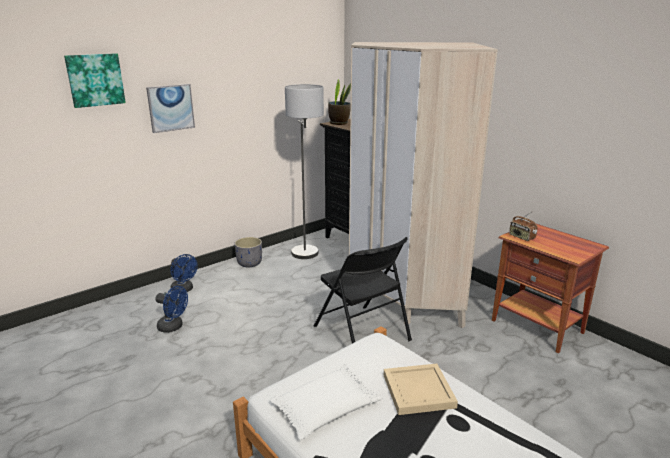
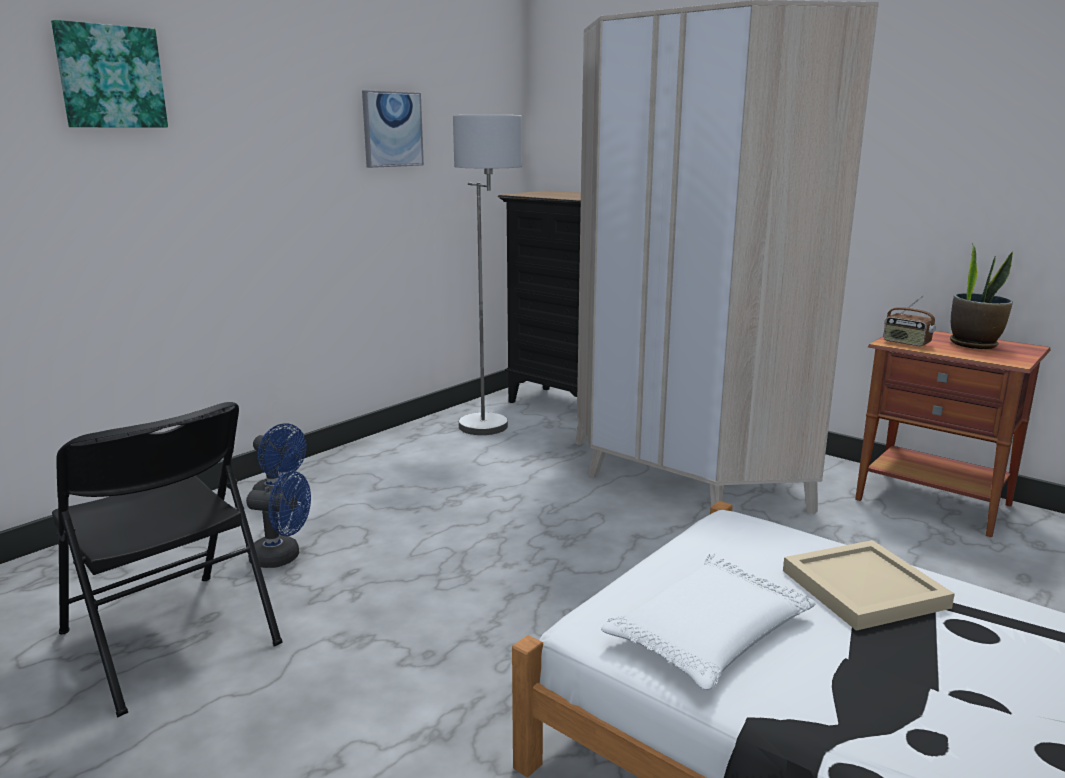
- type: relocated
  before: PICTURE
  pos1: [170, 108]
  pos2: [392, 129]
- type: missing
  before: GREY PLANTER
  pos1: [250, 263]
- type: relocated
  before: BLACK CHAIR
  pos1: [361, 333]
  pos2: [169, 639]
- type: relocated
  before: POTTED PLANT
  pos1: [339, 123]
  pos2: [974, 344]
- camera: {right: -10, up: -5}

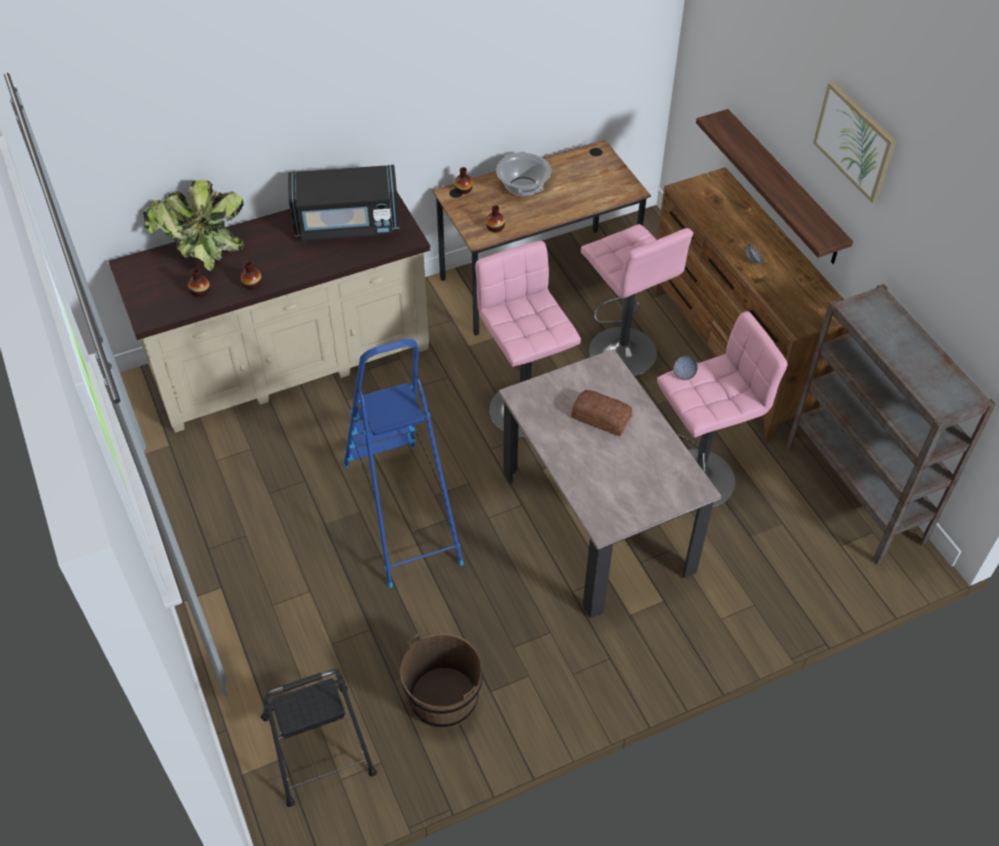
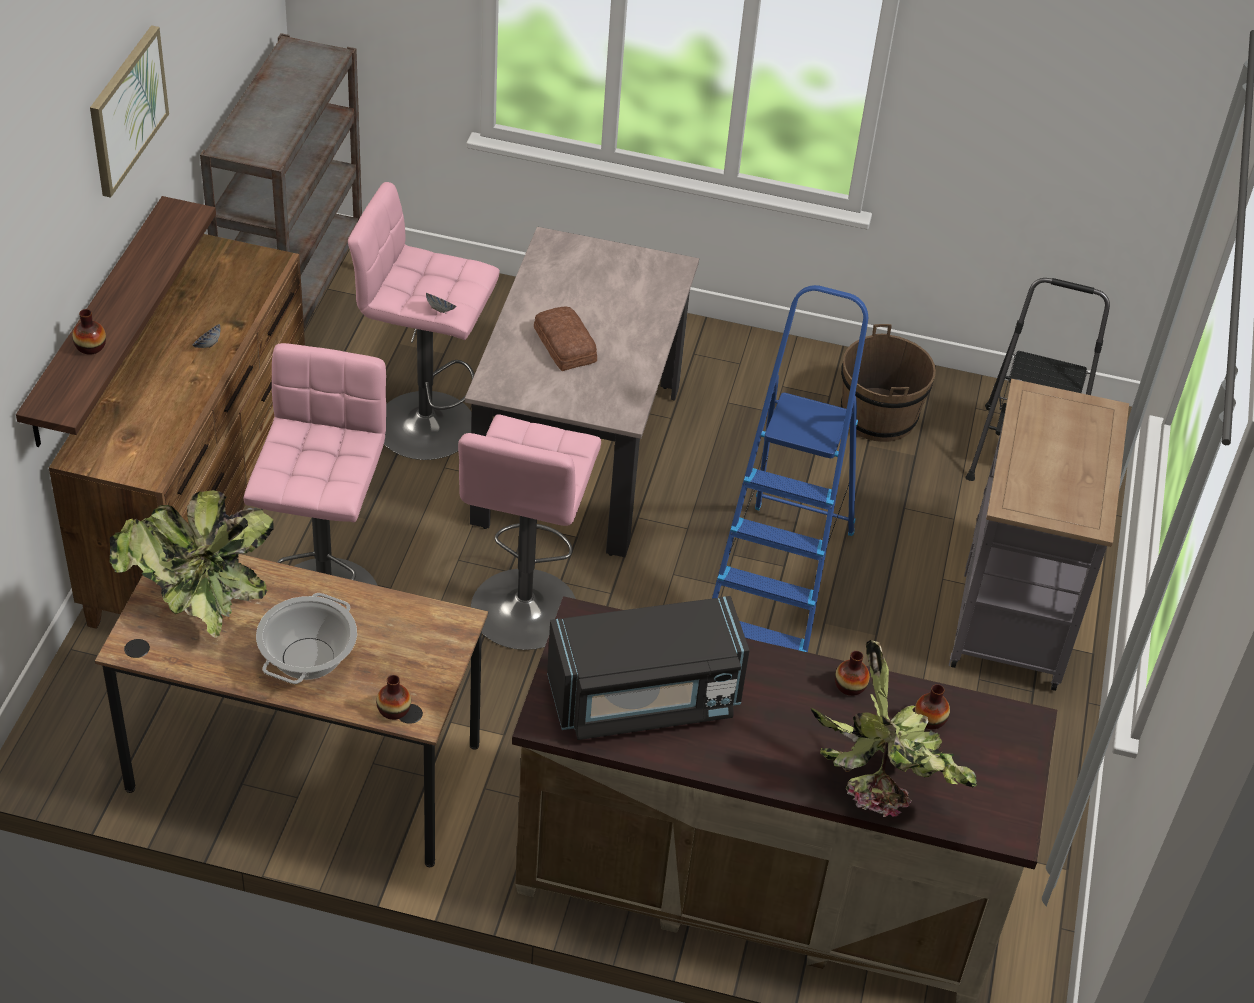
- type: spun
  before: BLACK MICROWAVE
  pos1: [347, 224]
  pos2: [644, 698]
  turn: 135
- type: relocated
  before: VASE
  pos1: [495, 228]
  pos2: [90, 347]
- type: appeared
  after: POTTED PLANT
  pos2: [198, 599]
- type: appeared
  after: GREY CART
  pos2: [1013, 609]
- camera: {right: -145, up: -5}

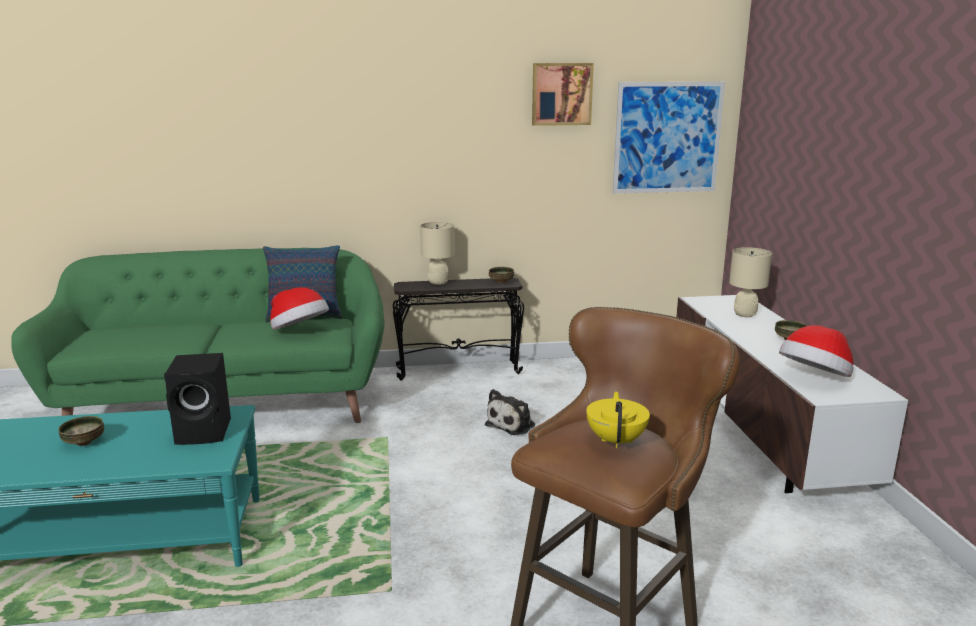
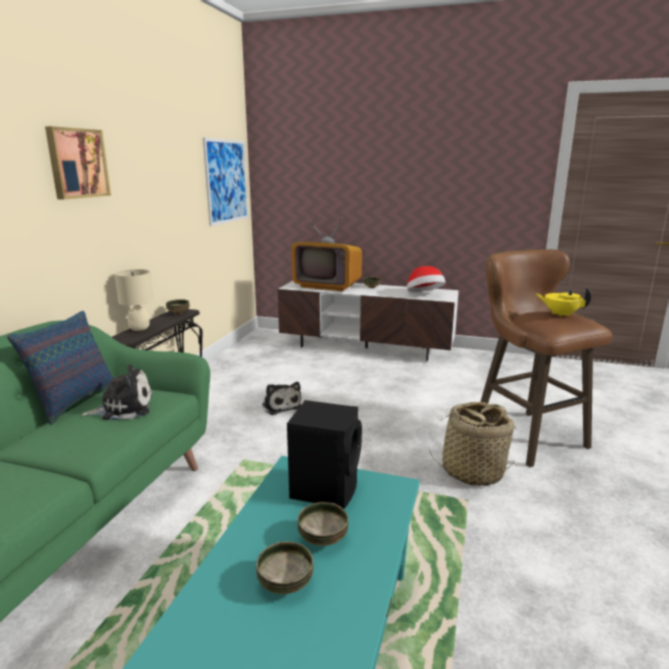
- type: exchanged
  before: HAT
  after: PLUSH TOY
  pos1: [299, 331]
  pos2: [124, 408]
- type: relocated
  before: PICTURE
  pos1: [561, 94]
  pos2: [77, 163]
- type: exchanged
  before: BEIGE TABLE LAMP
  after: TELEVISION
  pos1: [746, 315]
  pos2: [327, 285]
- type: appeared
  after: BOWL
  pos2: [323, 538]
- type: appeared
  after: BASKET
  pos2: [472, 471]
- camera: {right: -65, up: 0}

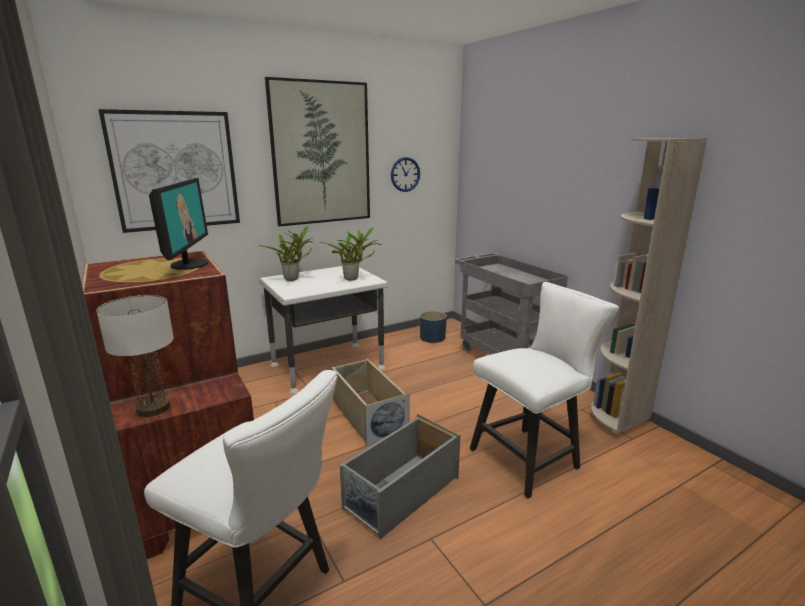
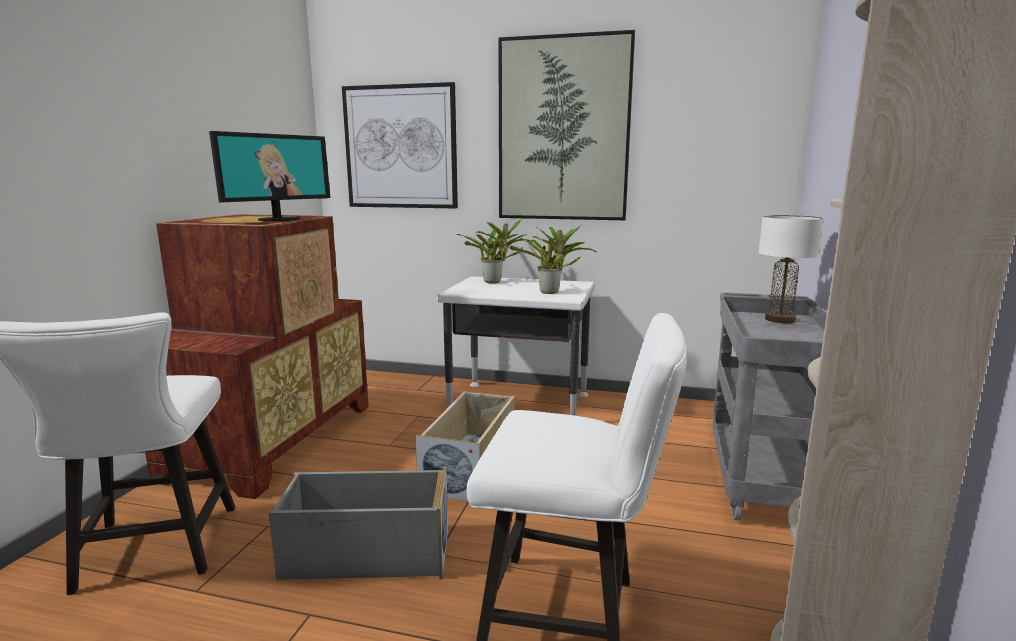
- type: relocated
  before: TABLE LAMP
  pos1: [153, 408]
  pos2: [779, 319]
- type: missing
  before: WALL CLOCK
  pos1: [405, 174]
- type: missing
  before: BLUE PLANTER
  pos1: [432, 337]
- camera: {right: 45, up: -5}

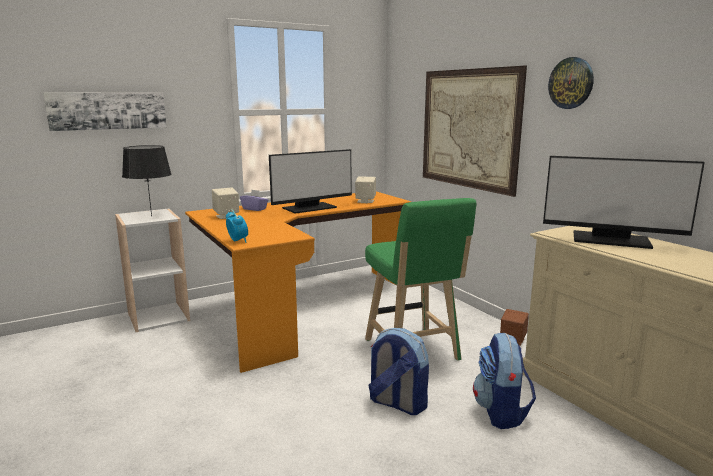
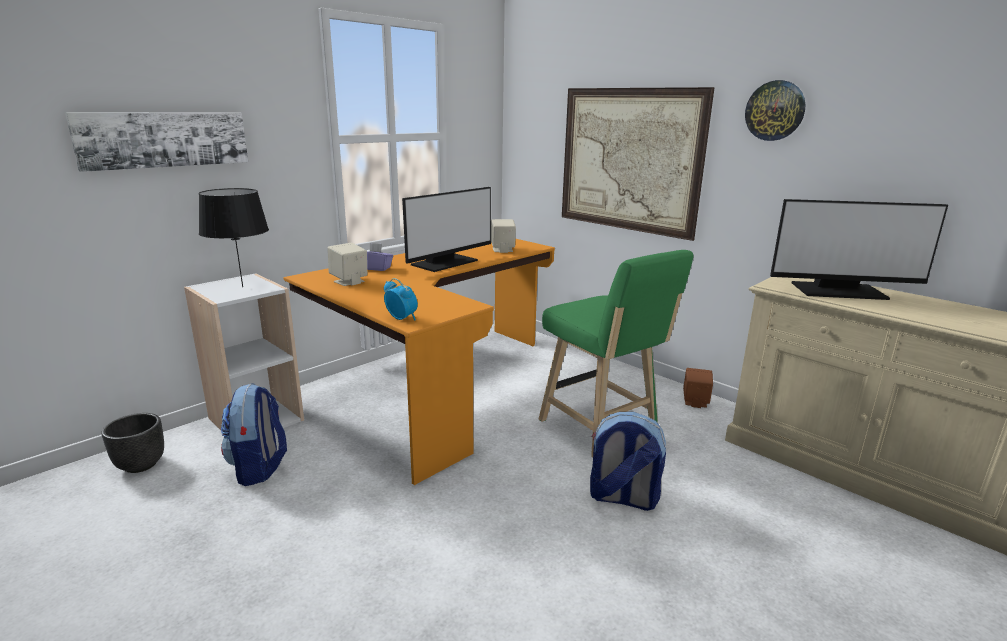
- type: relocated
  before: BACKPACK
  pos1: [501, 412]
  pos2: [259, 468]
- type: appeared
  after: BLACK PLANTER
  pos2: [140, 464]
- camera: {right: -15, up: 5}

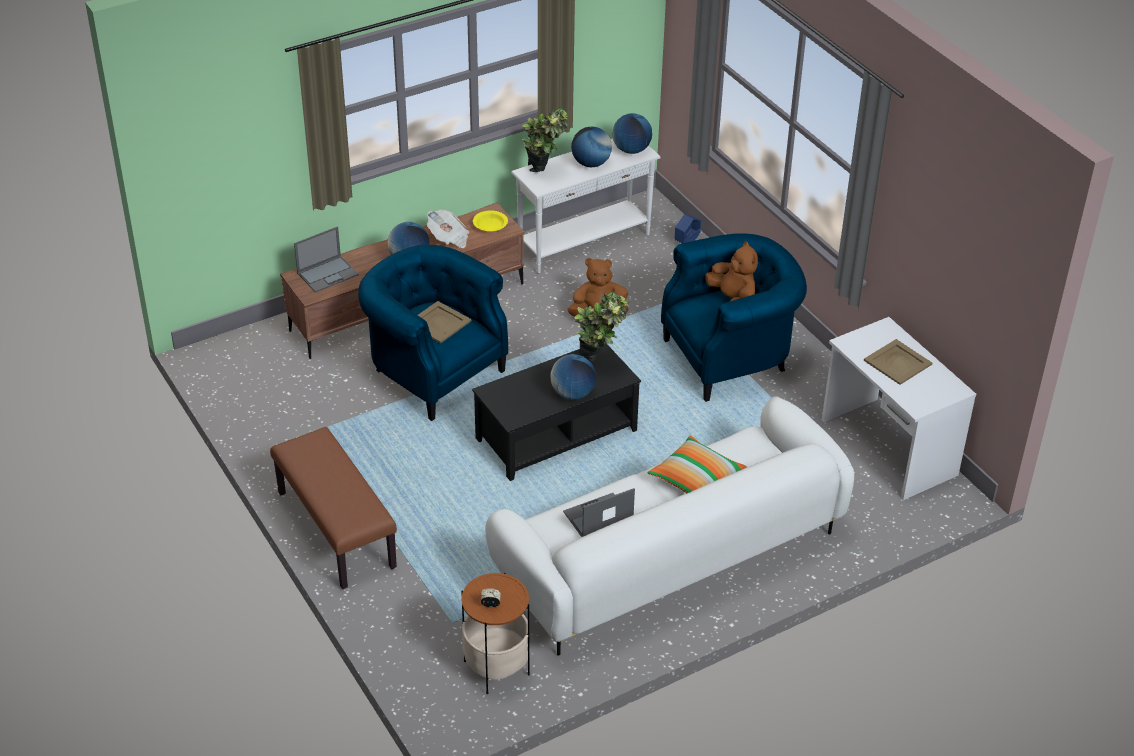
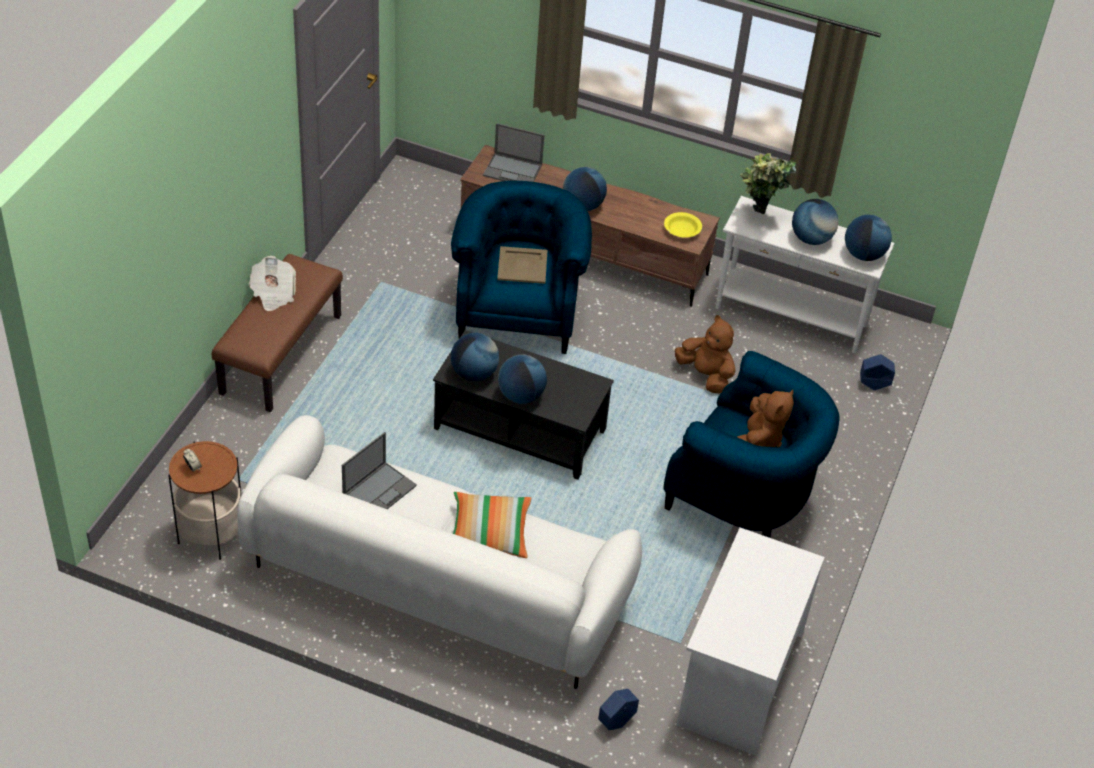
- type: relocated
  before: NEWSPAPER
  pos1: [449, 238]
  pos2: [273, 294]
- type: spun
  before: LAPTOP
  pos1: [597, 517]
  pos2: [380, 490]
  turn: 105
- type: missing
  before: POTTED PLANT
  pos1: [600, 365]
- type: missing
  before: BEIGE TRAY
  pos1: [897, 363]
- type: appeared
  after: GLOBE
  pos2: [474, 374]
- type: appeared
  after: BLUE PLANTER
  pos2: [616, 722]
- camera: {right: 50, up: 5}

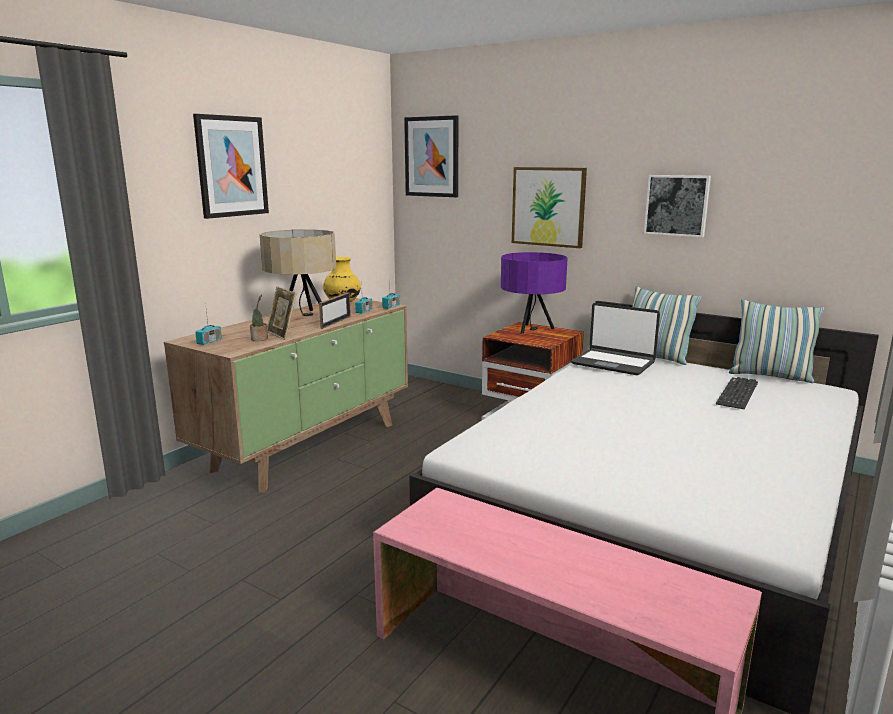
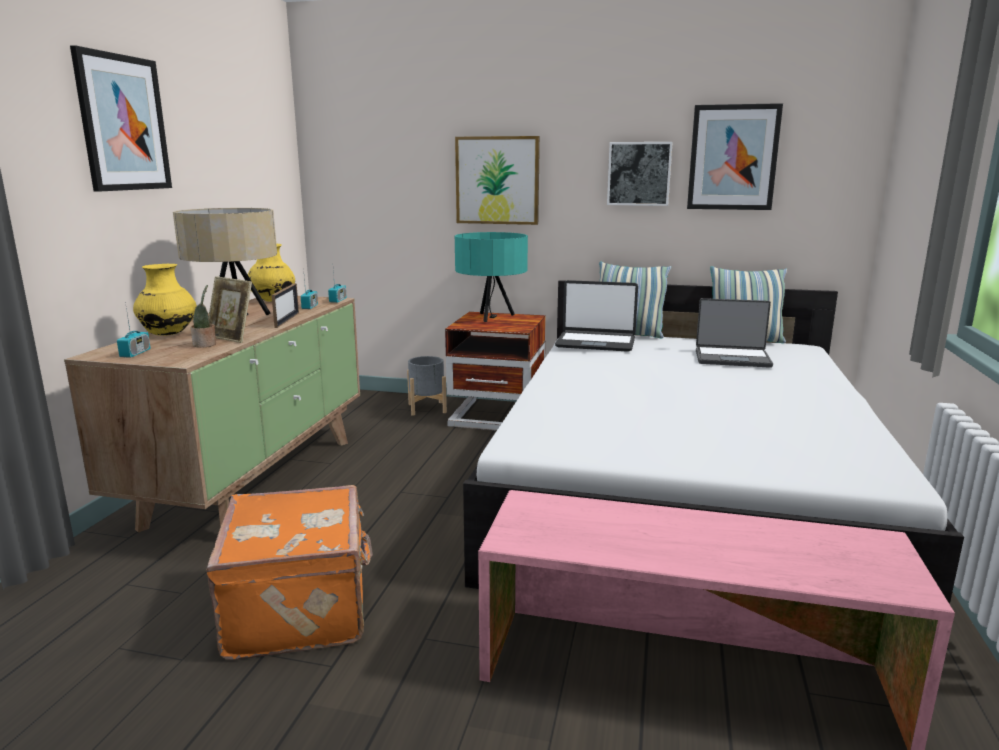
- type: relocated
  before: PICTURE
  pos1: [432, 157]
  pos2: [733, 157]
- type: colour
  before: PURPLE TABLE LAMP
  after: TURQUOISE TABLE LAMP
  pos1: [531, 330]
  pos2: [491, 318]
- type: exchanged
  before: KEYBOARD
  after: LAPTOP
  pos1: [737, 393]
  pos2: [732, 358]
- type: appeared
  after: YELLOW VASE
  pos2: [169, 334]
- type: appeared
  after: ORANGE SUITCASE
  pos2: [301, 608]
- type: appeared
  after: GREY PLANTER
  pos2: [427, 408]
- camera: {right: -20, up: 0}

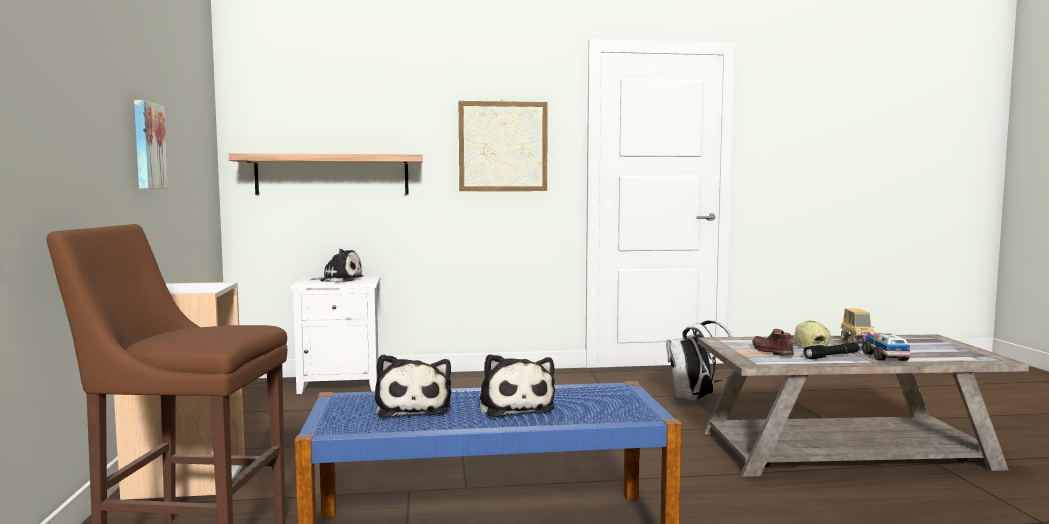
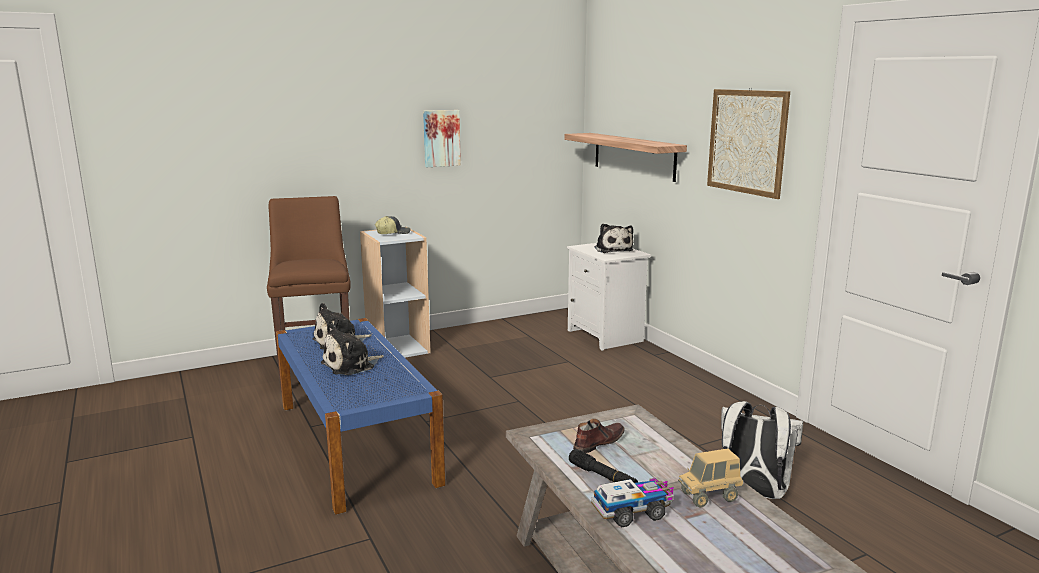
- type: relocated
  before: CAP
  pos1: [808, 344]
  pos2: [393, 233]
- camera: {right: 70, up: 10}

